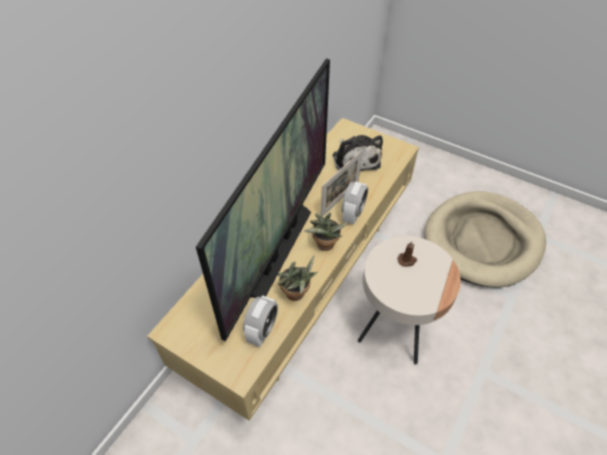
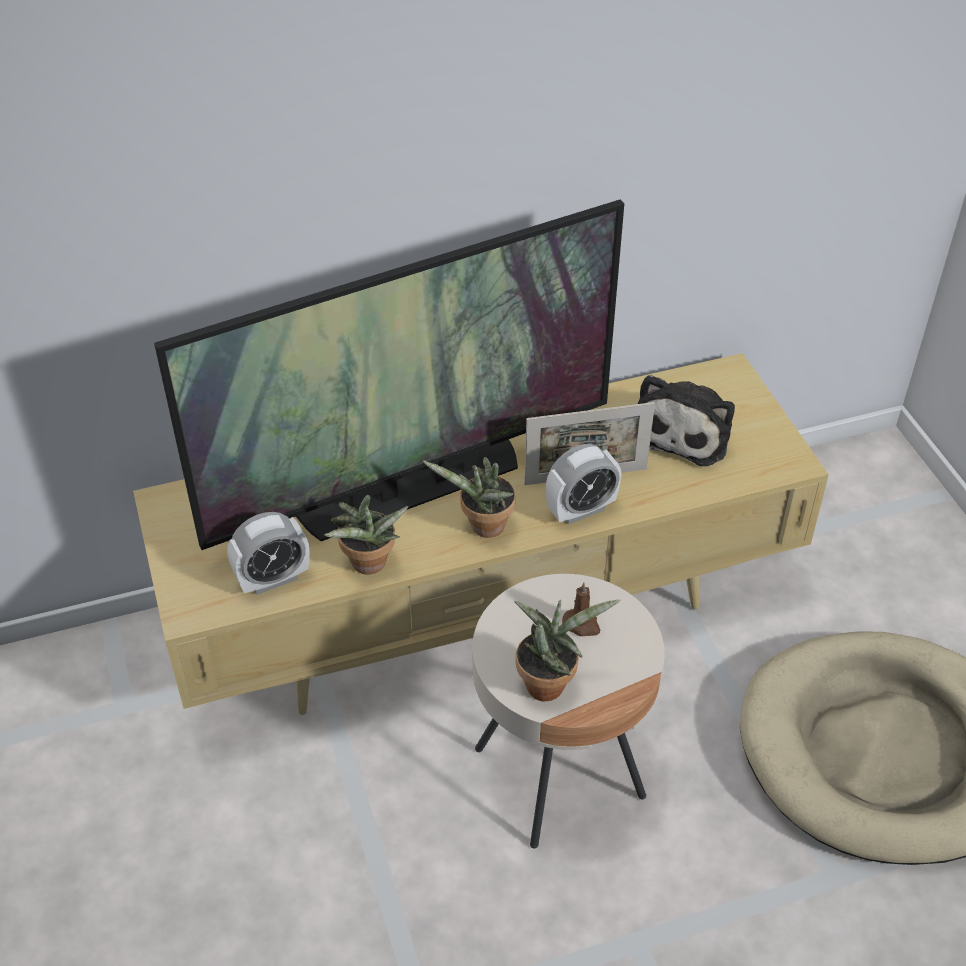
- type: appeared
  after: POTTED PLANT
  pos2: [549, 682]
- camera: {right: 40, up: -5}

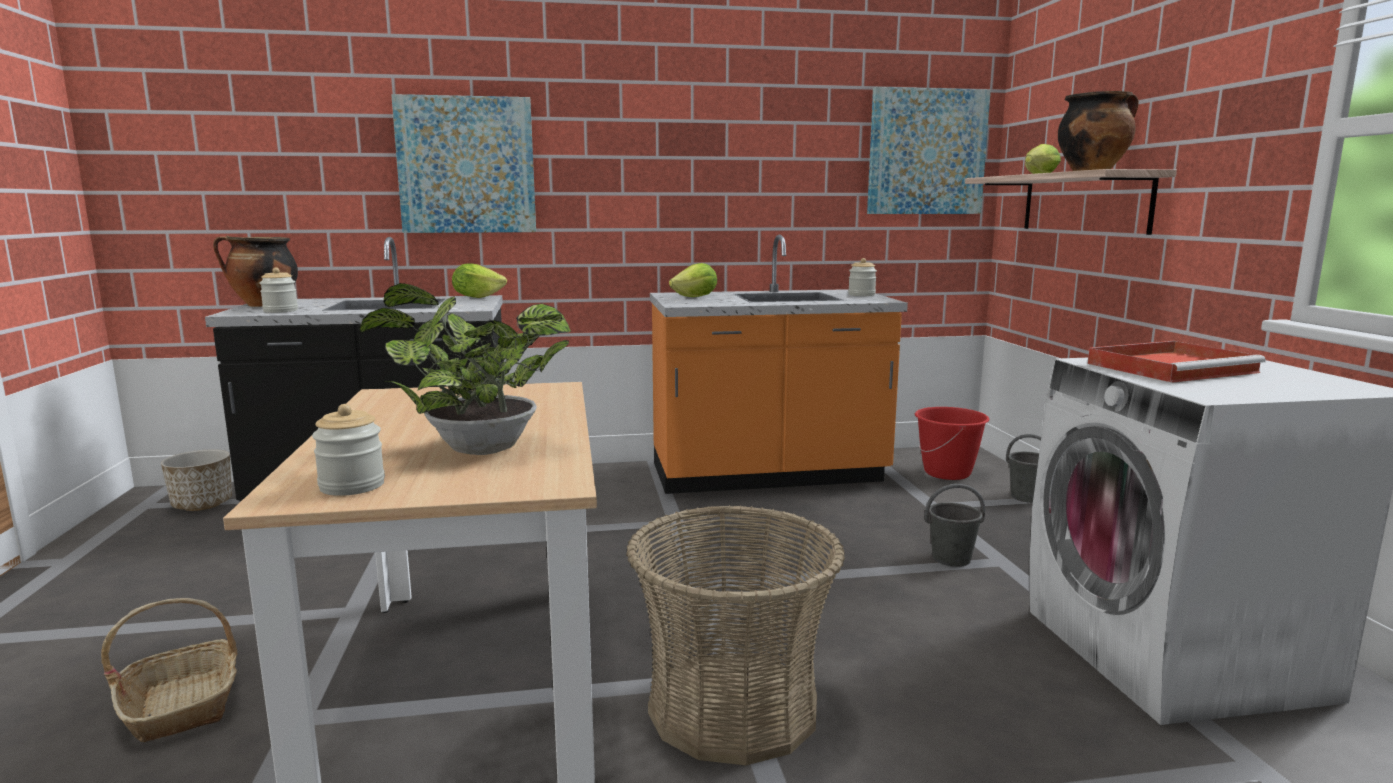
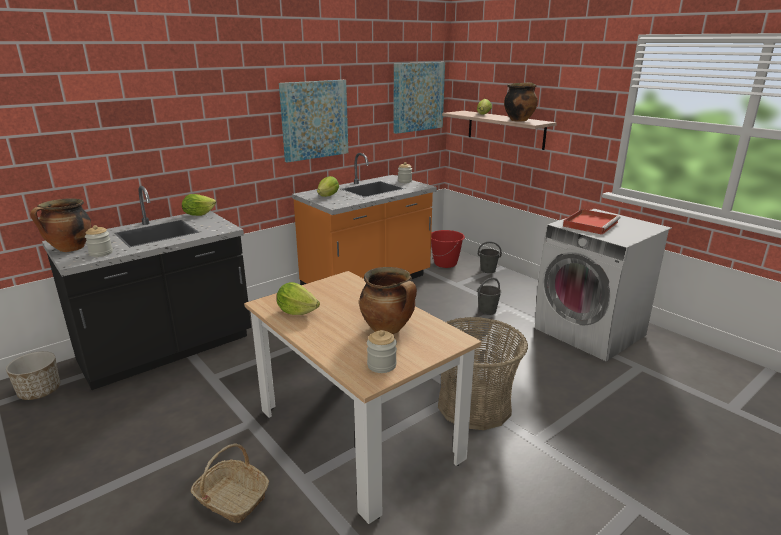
- type: exchanged
  before: POTTED PLANT
  after: COOKING POT
  pos1: [474, 449]
  pos2: [388, 329]
- type: relocated
  before: PICTURE
  pos1: [466, 165]
  pos2: [314, 120]
- type: appeared
  after: LETTUCE
  pos2: [297, 311]
- camera: {right: -30, up: 10}

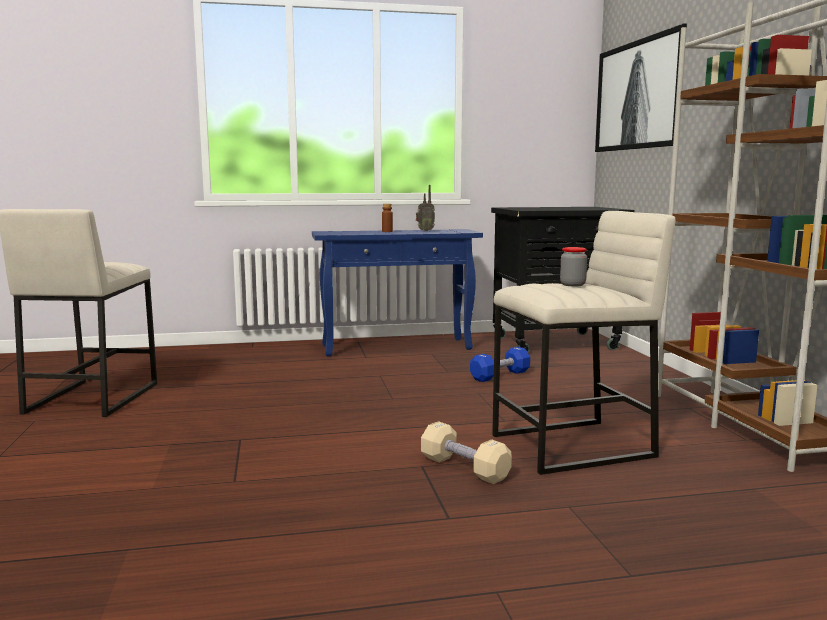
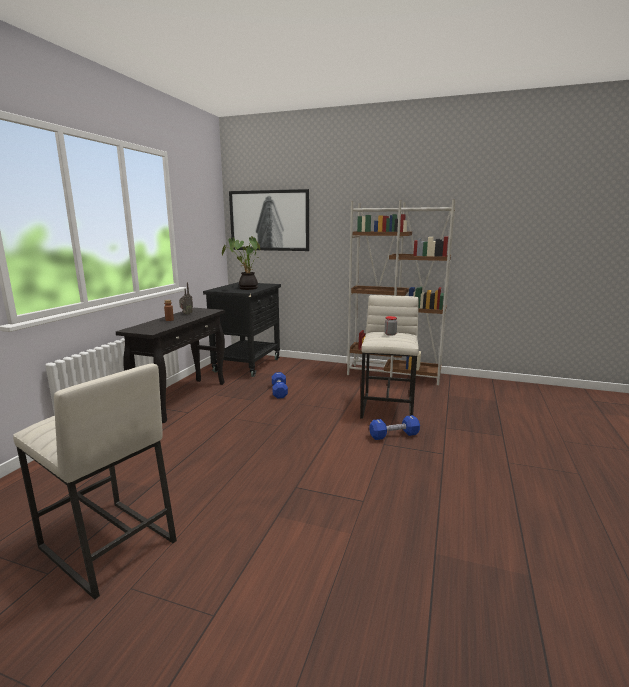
- type: colour
  before: BLUE CONSOLE TABLE
  after: BLACK CONSOLE TABLE
  pos1: [397, 347]
  pos2: [183, 398]
- type: colour
  before: BEIGE DUMBBELL
  after: BLUE DUMBBELL
  pos1: [464, 468]
  pos2: [394, 435]
- type: appeared
  after: POTTED PLANT
  pos2: [246, 288]
- camera: {right: -60, up: 5}

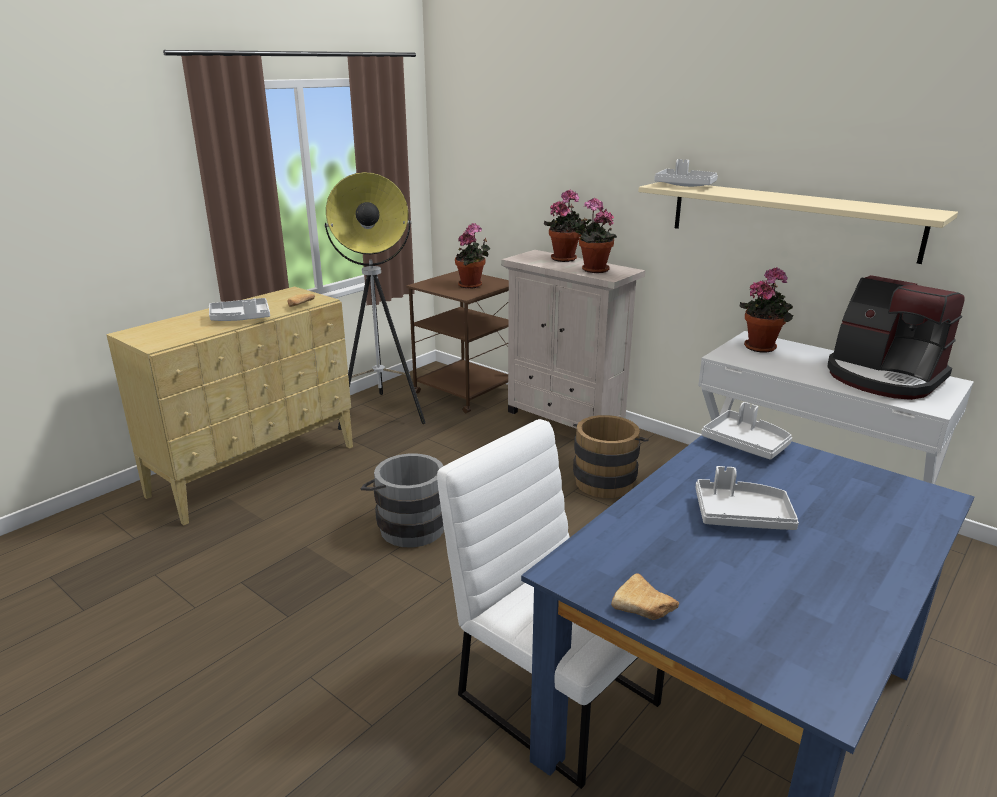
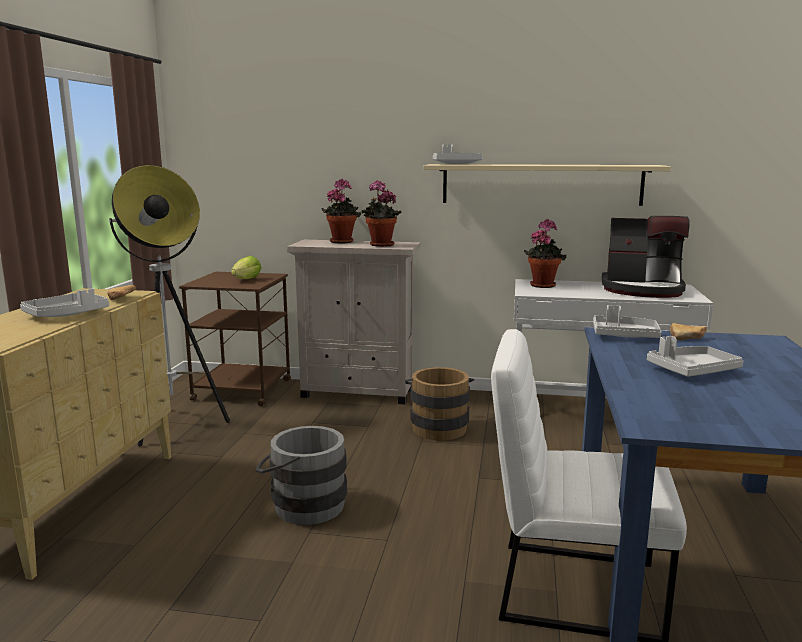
- type: exchanged
  before: POTTED PLANT
  after: LETTUCE
  pos1: [472, 285]
  pos2: [247, 279]
- type: relocated
  before: BREAD
  pos1: [645, 609]
  pos2: [688, 338]
- camera: {right: -30, up: -10}

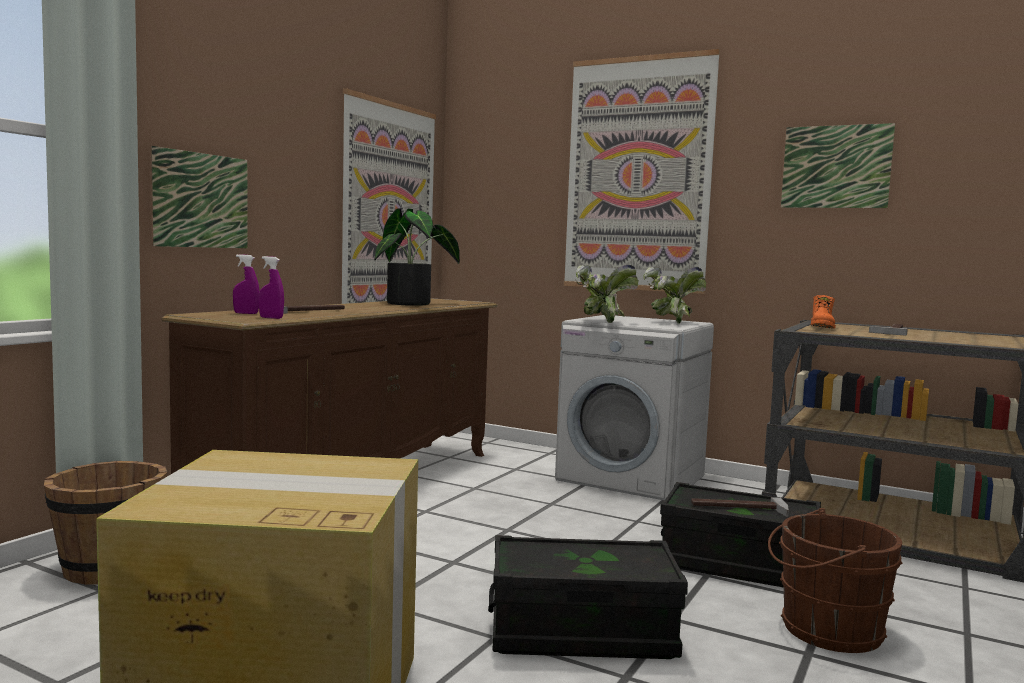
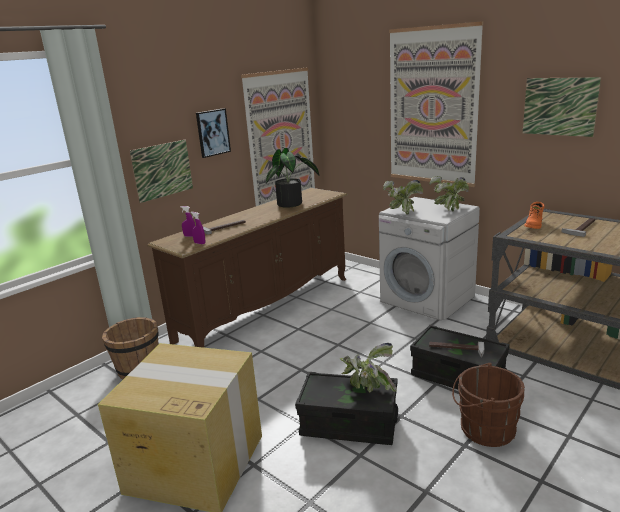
- type: appeared
  after: PICTURE
  pos2: [212, 132]
- type: appeared
  after: POTTED PLANT
  pos2: [366, 389]
- camera: {right: 15, up: 15}

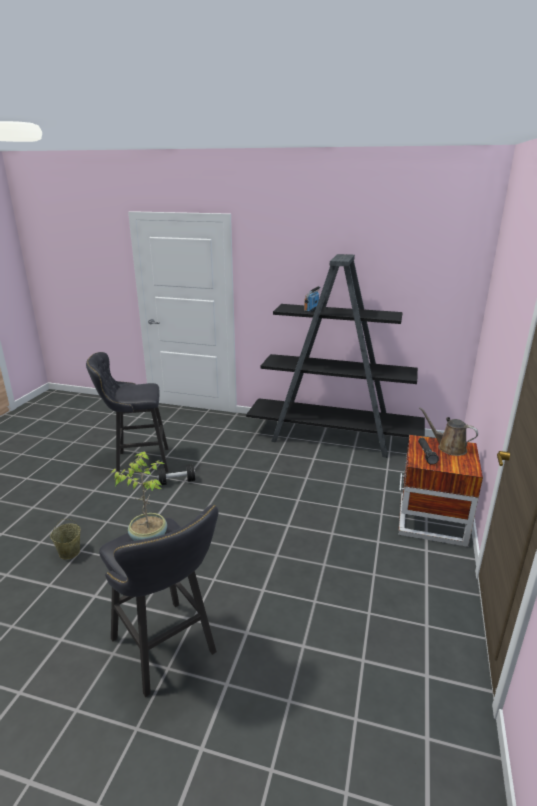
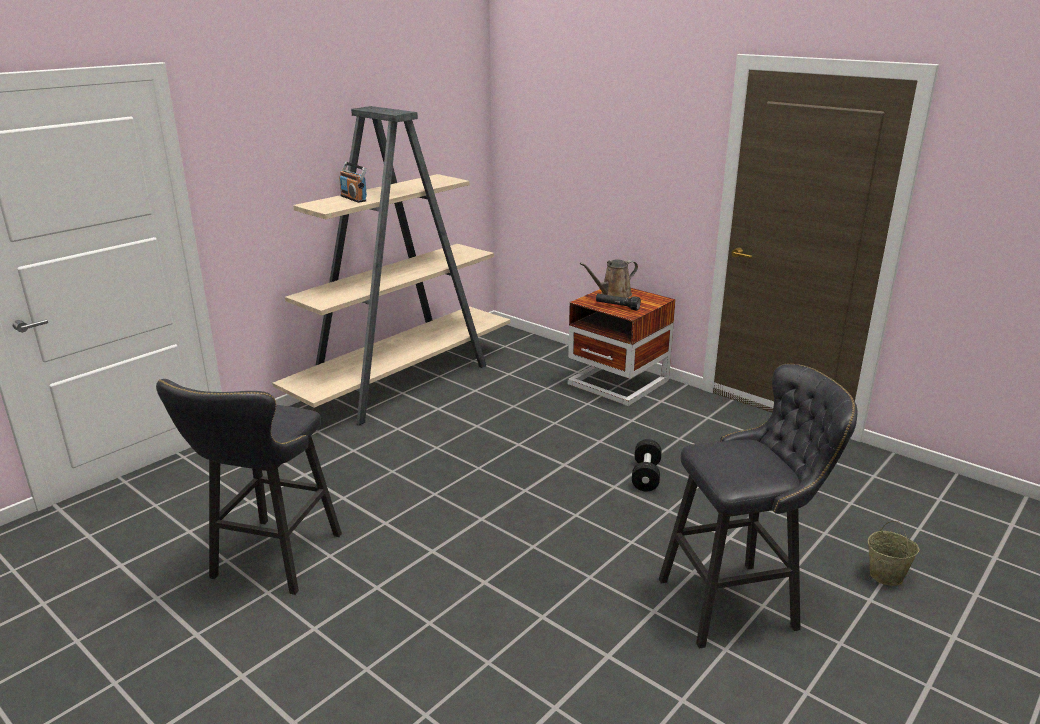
- type: relocated
  before: BEIGE BUCKET
  pos1: [69, 552]
  pos2: [886, 576]
- type: missing
  before: POTTED PLANT
  pos1: [149, 537]
- type: relocated
  before: BLACK DUMBBELL
  pos1: [177, 481]
  pos2: [646, 476]
- type: colour
  before: BLACK BOOKCASE
  after: BEIGE BOOKCASE
  pos1: [334, 438]
  pos2: [404, 381]
- camera: {right: -65, up: 0}

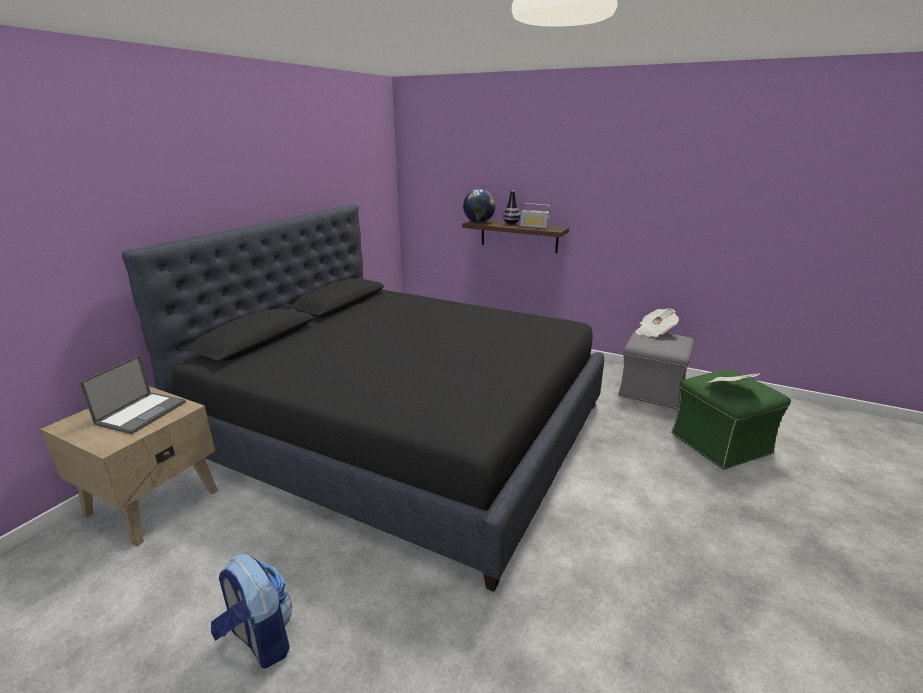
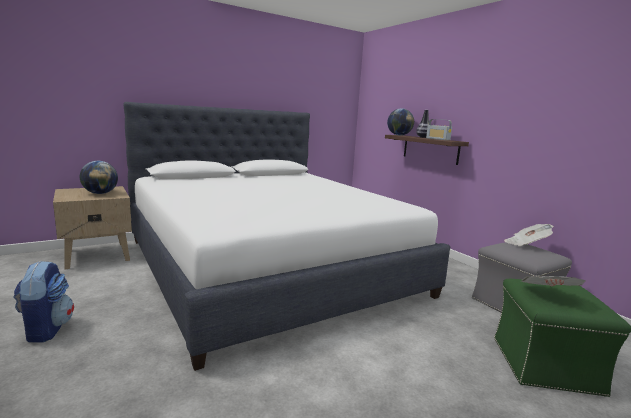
- type: exchanged
  before: LAPTOP
  after: GLOBE
  pos1: [142, 412]
  pos2: [100, 193]
- type: colour
  before: BLACK BED
  after: WHITE BED
  pos1: [404, 429]
  pos2: [268, 266]
- camera: {right: 30, up: -10}

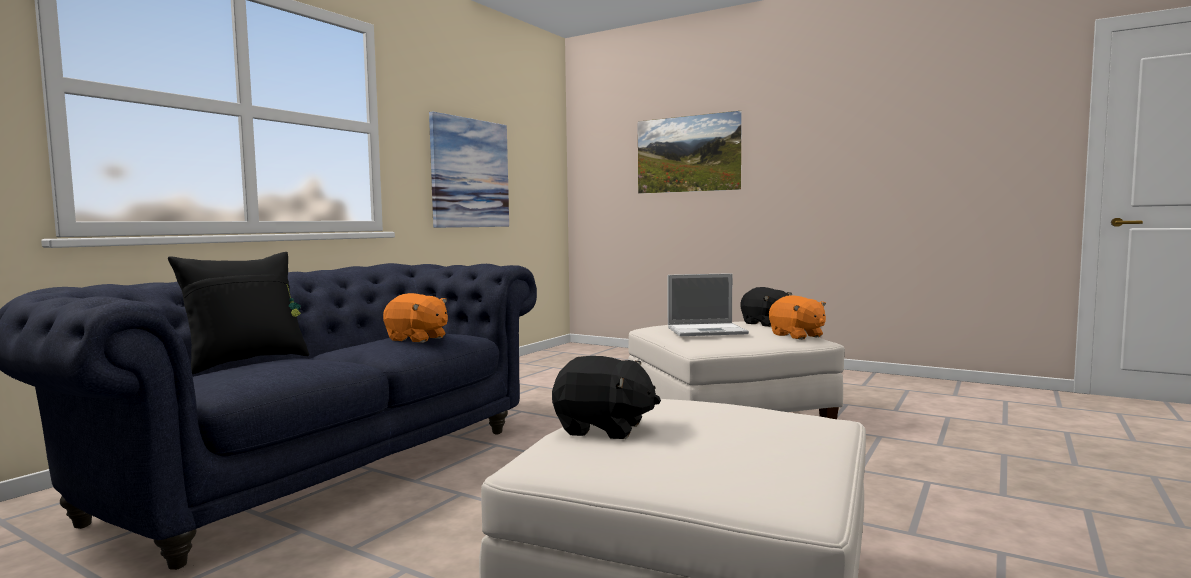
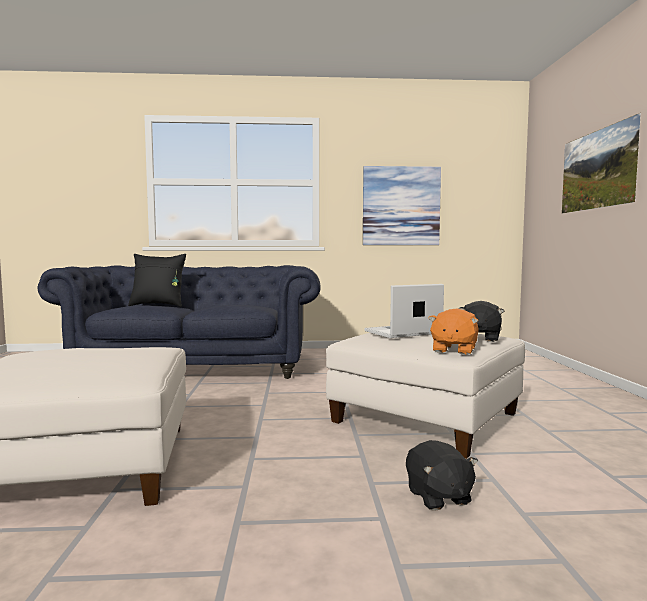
- type: missing
  before: ORANGE PLUSH TOY
  pos1: [417, 339]
- type: relocated
  before: BLACK PLUSH TOY
  pos1: [603, 429]
  pos2: [438, 497]
- type: spun
  before: LAPTOP
  pos1: [708, 330]
  pos2: [402, 332]
  turn: 105
- camera: {right: 55, up: 0}

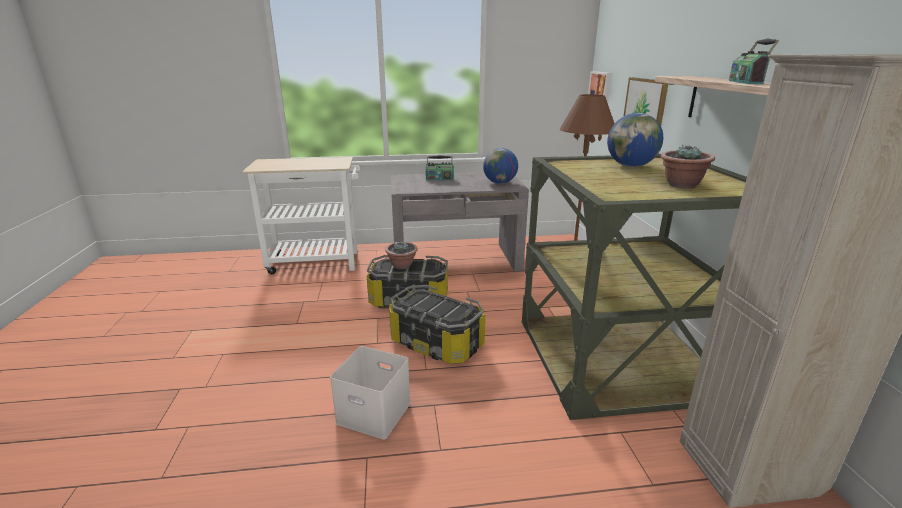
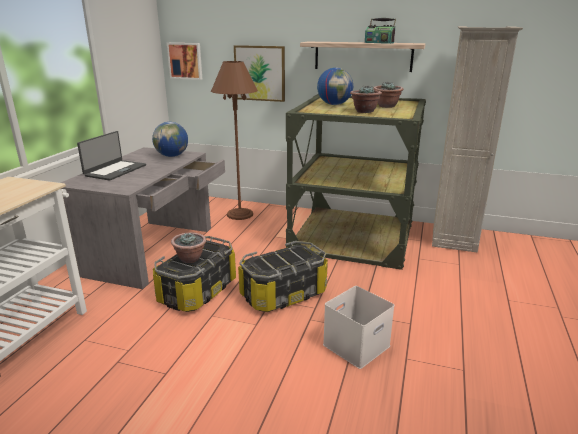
- type: exchanged
  before: RADIO
  after: LAPTOP
  pos1: [439, 178]
  pos2: [115, 170]
- type: appeared
  after: POTTED PLANT
  pos2: [364, 111]
- camera: {right: -65, up: 0}

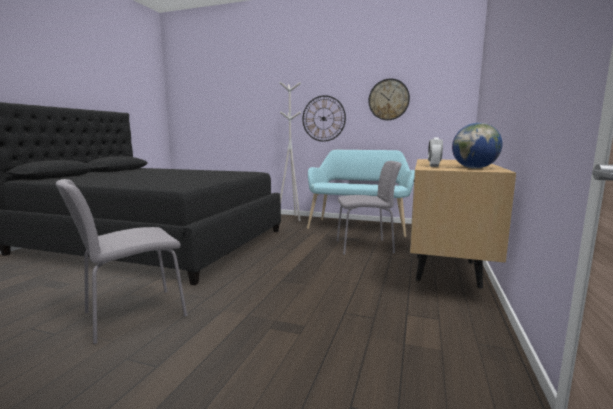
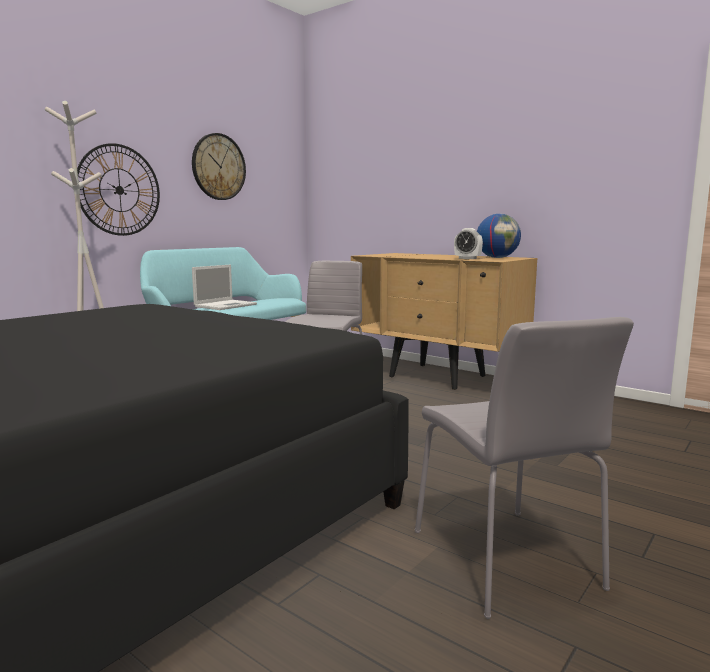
- type: appeared
  after: LAPTOP
  pos2: [226, 305]
- camera: {right: -70, up: 0}

